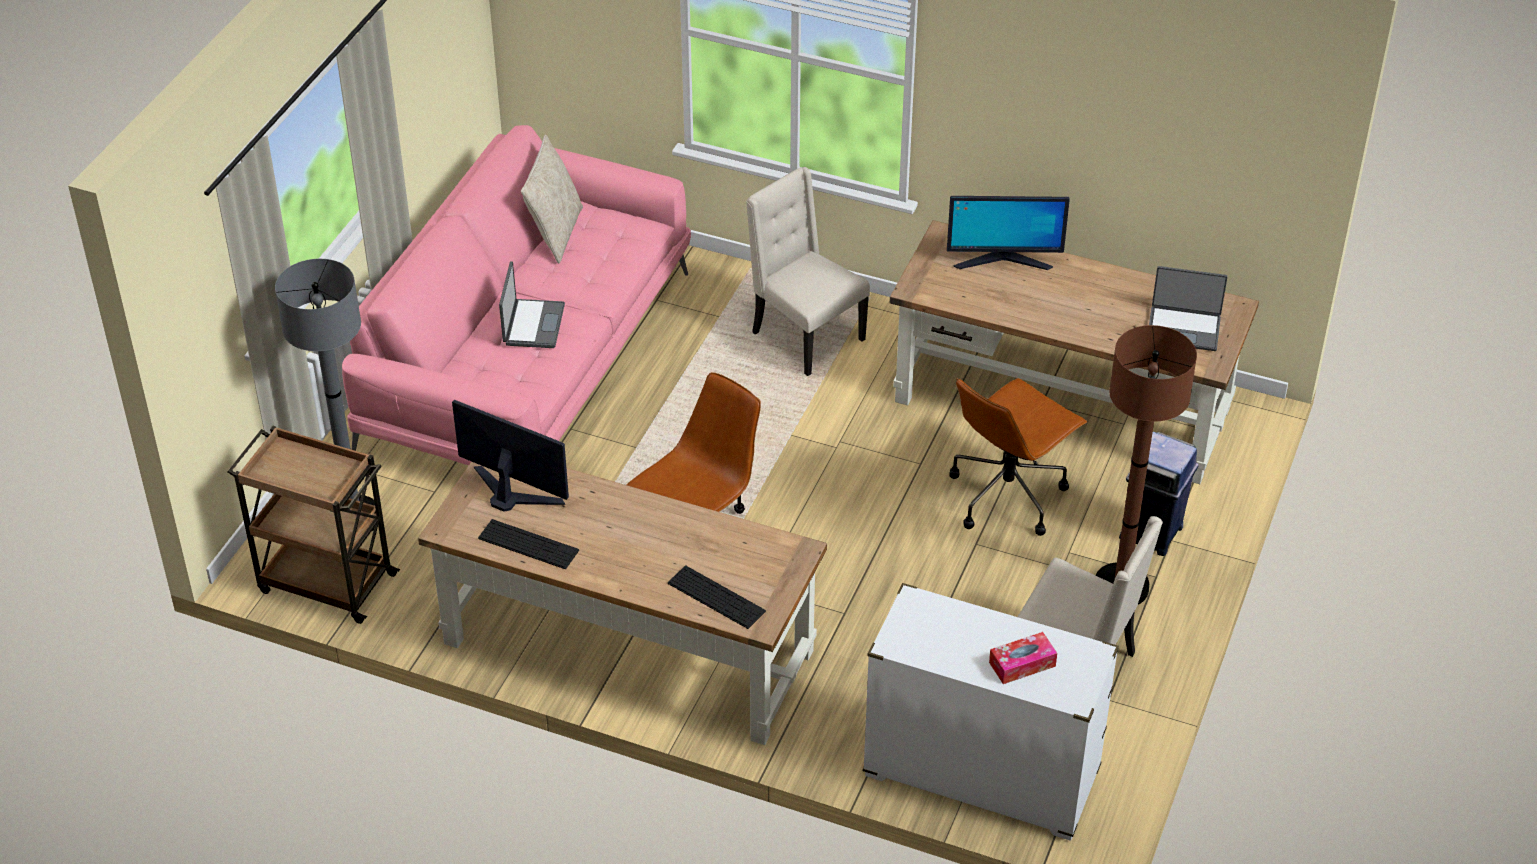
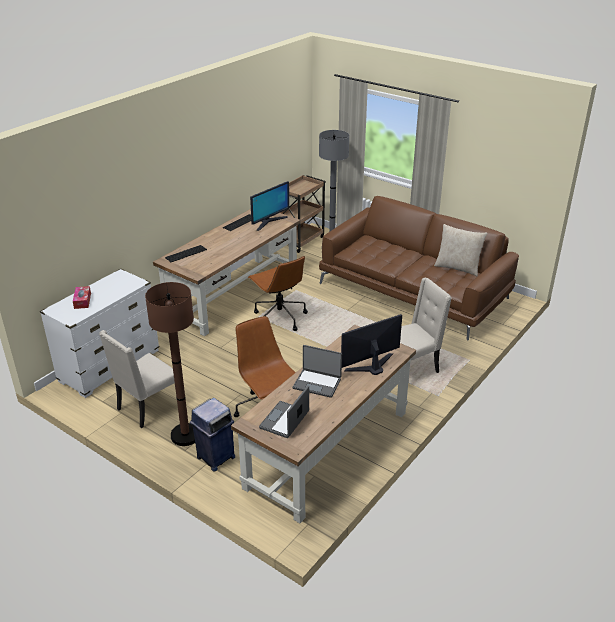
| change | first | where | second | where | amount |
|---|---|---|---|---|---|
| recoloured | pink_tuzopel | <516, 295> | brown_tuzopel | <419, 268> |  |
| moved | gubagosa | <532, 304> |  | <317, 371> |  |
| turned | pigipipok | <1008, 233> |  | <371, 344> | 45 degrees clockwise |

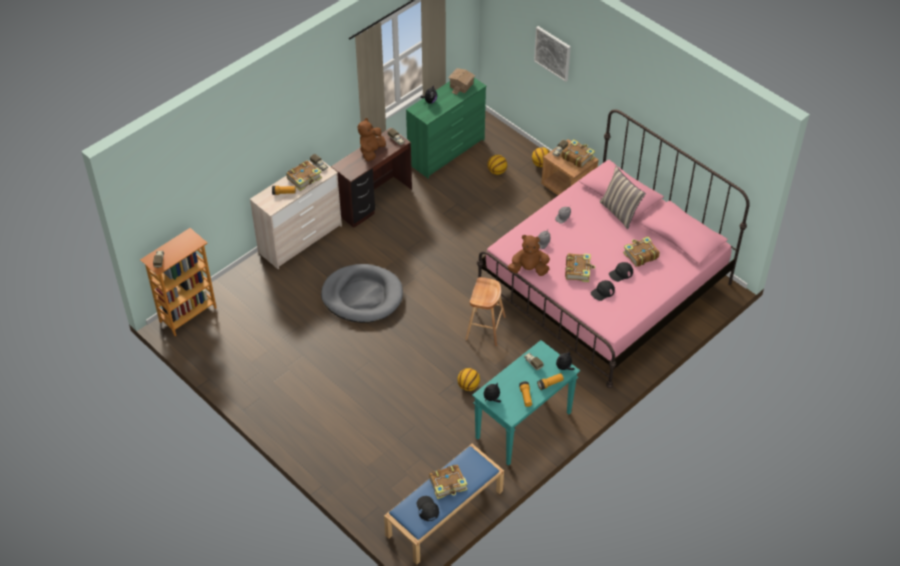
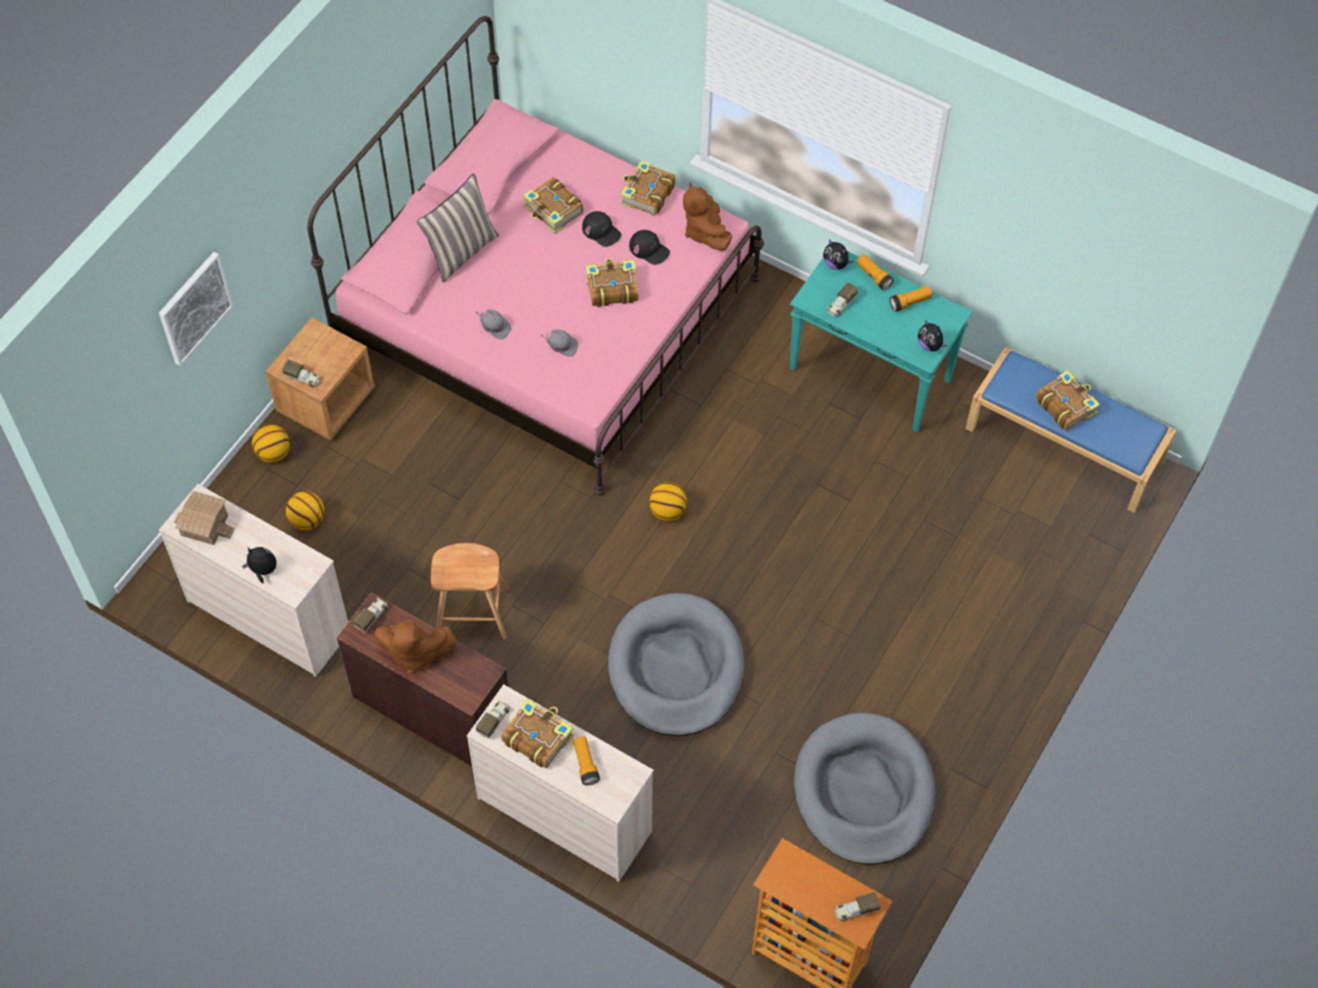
| change | first | where | second | where | amount |
|---|---|---|---|---|---|
| recoloured | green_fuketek | <446, 128> | beige_fuketek | <253, 580> |  |
| removed | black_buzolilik | <428, 508> |  |  |  |
| moved | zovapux | <468, 379> |  | <668, 501> |  |
| moved | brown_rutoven | <485, 311> |  | <470, 591> |  |
| moved | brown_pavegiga | <529, 255> |  | <707, 217> |  |
| moved | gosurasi | <578, 154> |  | <648, 188> |  |
| added |  |  | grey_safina | <864, 789> |  |

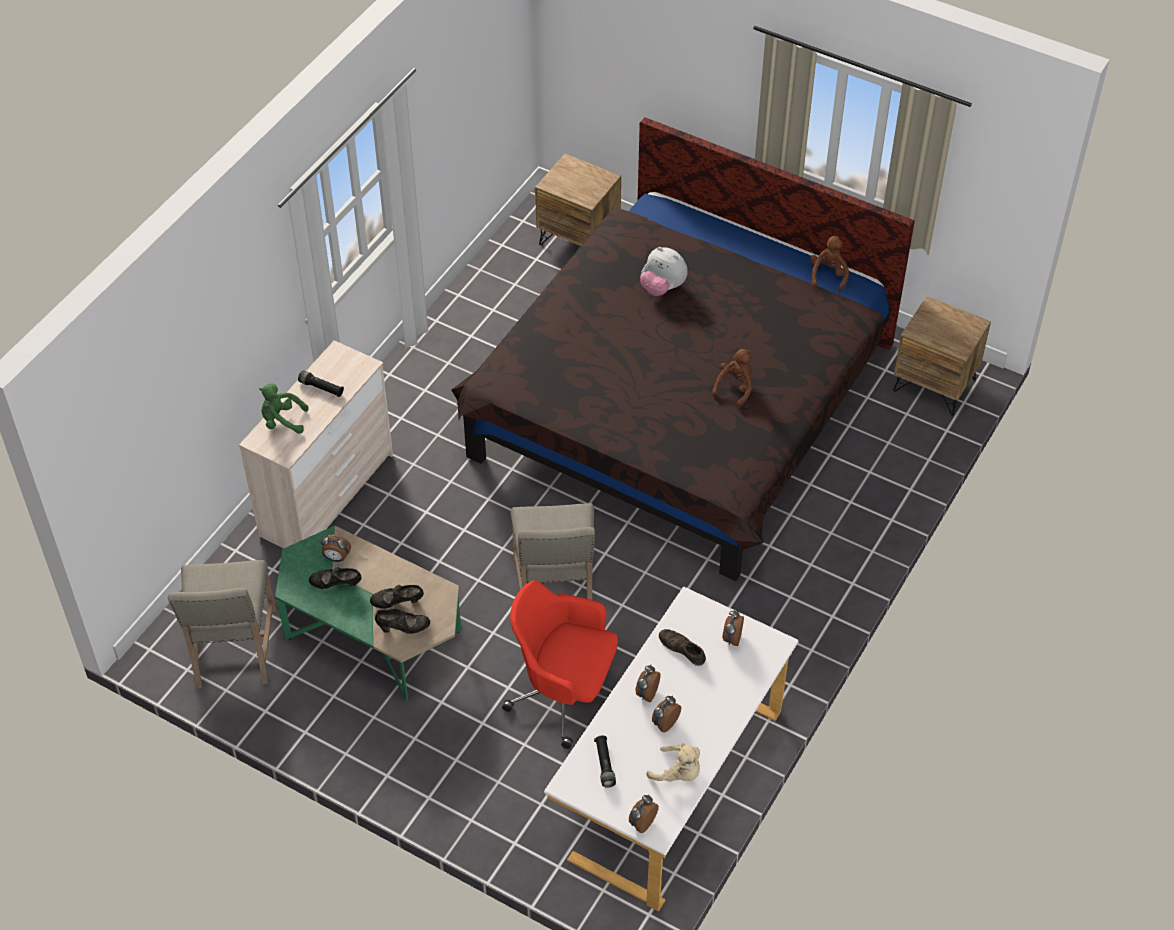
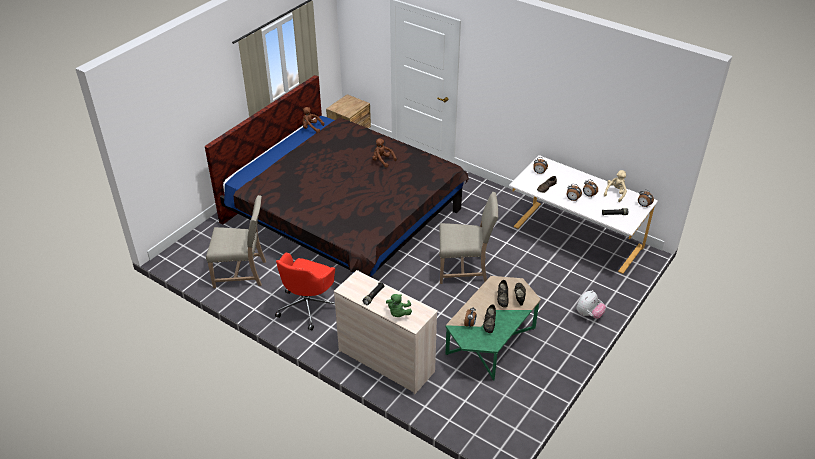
| change | first | where | second | where | amount |
|---|---|---|---|---|---|
| moved | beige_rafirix | <222, 624> |  | <236, 241> |  |
| moved | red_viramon | <560, 664> |  | <305, 291> |  |
| removed | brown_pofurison | <578, 200> |  |  |  |
| moved | pavegiga | <664, 271> |  | <591, 304> |  |

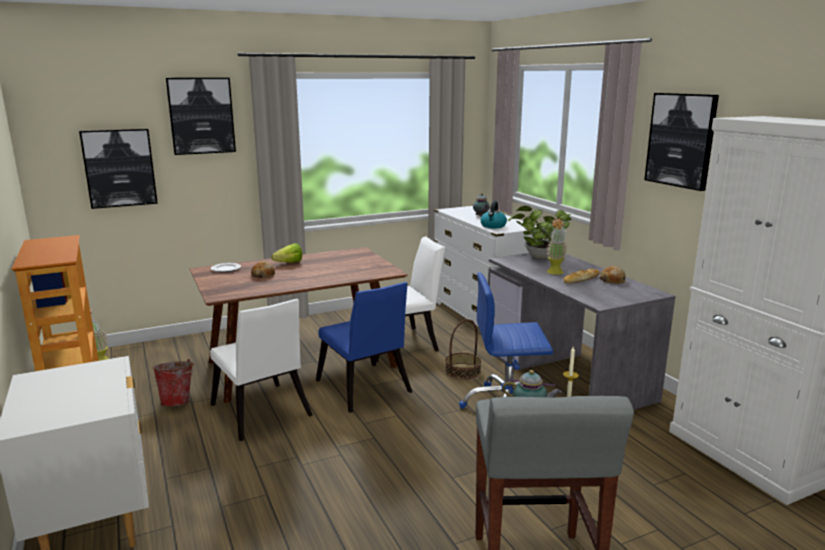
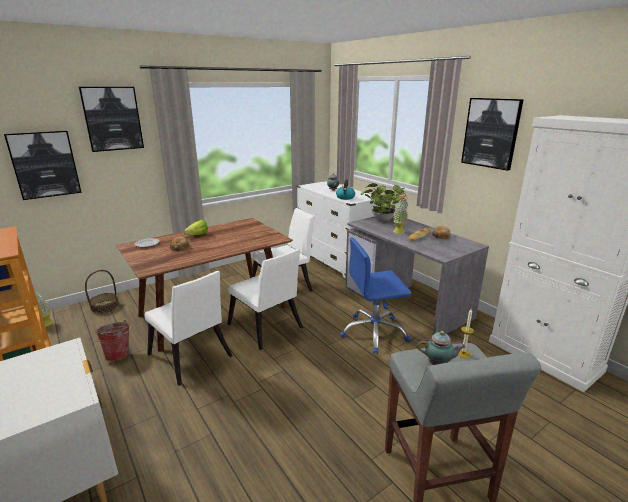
| change | first | where | second | where | amount |
|---|---|---|---|---|---|
| recoloured | blue_rafirix | <364, 347> | white_rafirix | <265, 299> |  |
| moved | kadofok | <463, 349> |  | <102, 292> |  |

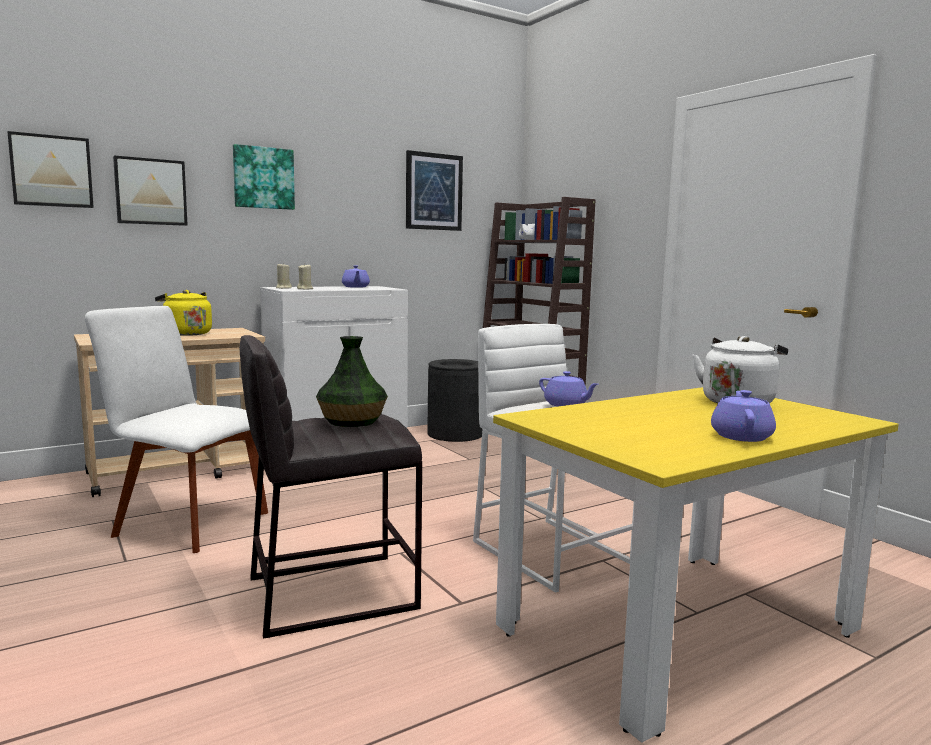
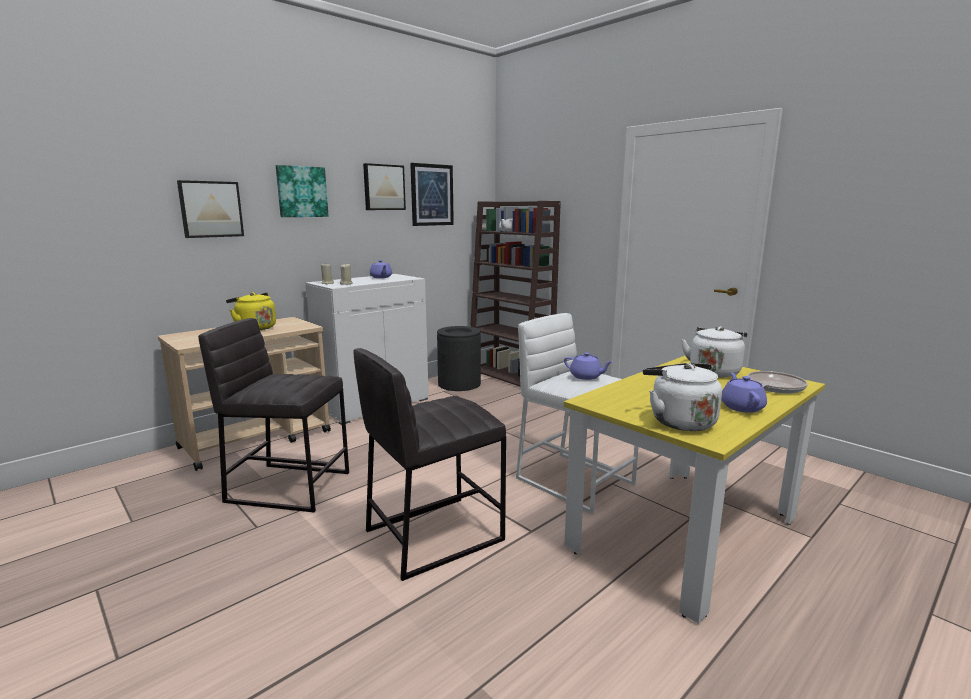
| change | first | where | second | where | amount |
|---|---|---|---|---|---|
| moved | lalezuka | <50, 169> |  | <384, 186> |  |
| replaced | white_rafirix | <176, 429> | grey_rutoven | <273, 415> |  |
| removed | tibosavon | <352, 381> |  |  |  |
| added |  |  | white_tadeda | <682, 397> |  |
| added |  |  | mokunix | <777, 382> |  |

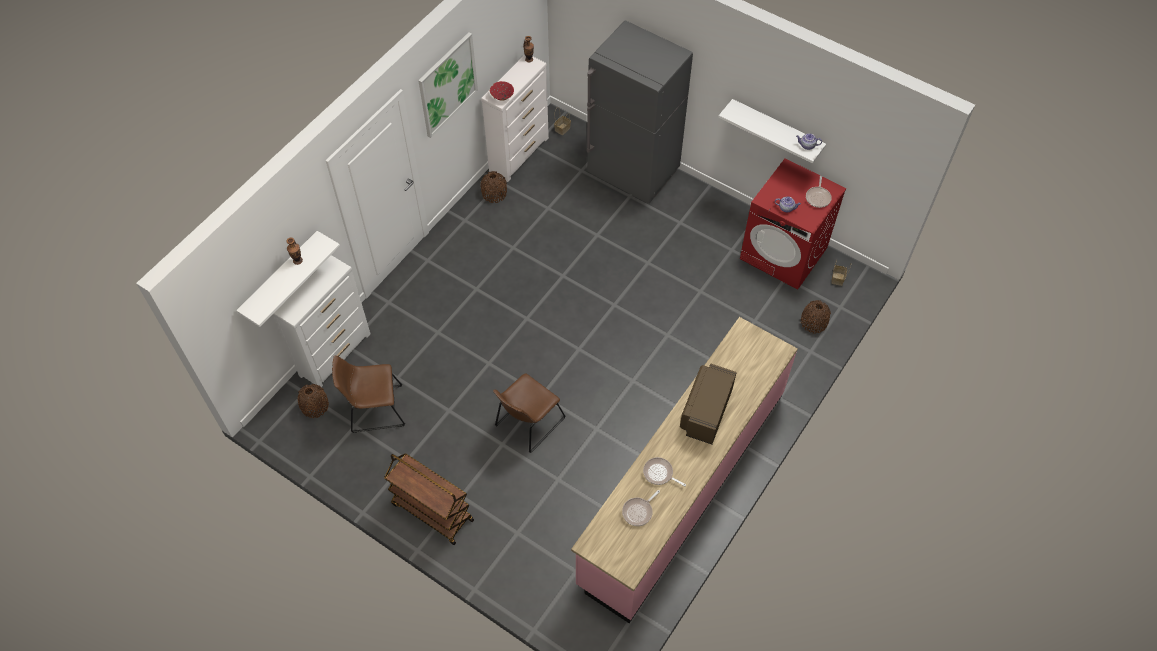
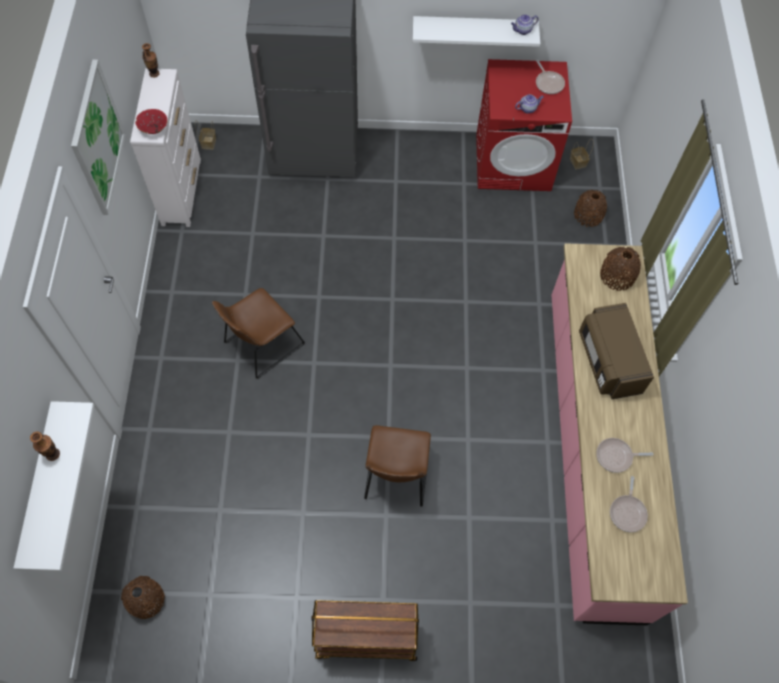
| change | first | where | second | where | amount |
|---|---|---|---|---|---|
| removed | white_fuketek | <321, 321> |  |  |  |
| moved | brown_rafirix | <368, 394> |  | <258, 333> |  |
| moved | brown_tibosavon | <493, 187> |  | <620, 269> |  |

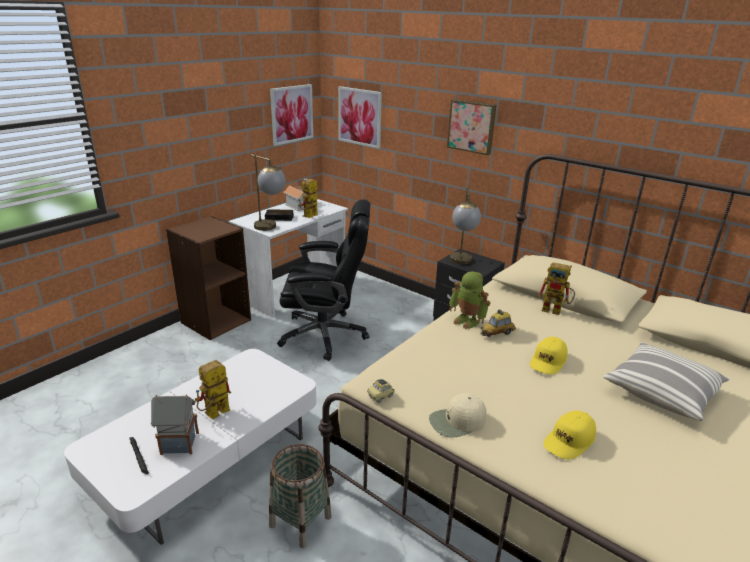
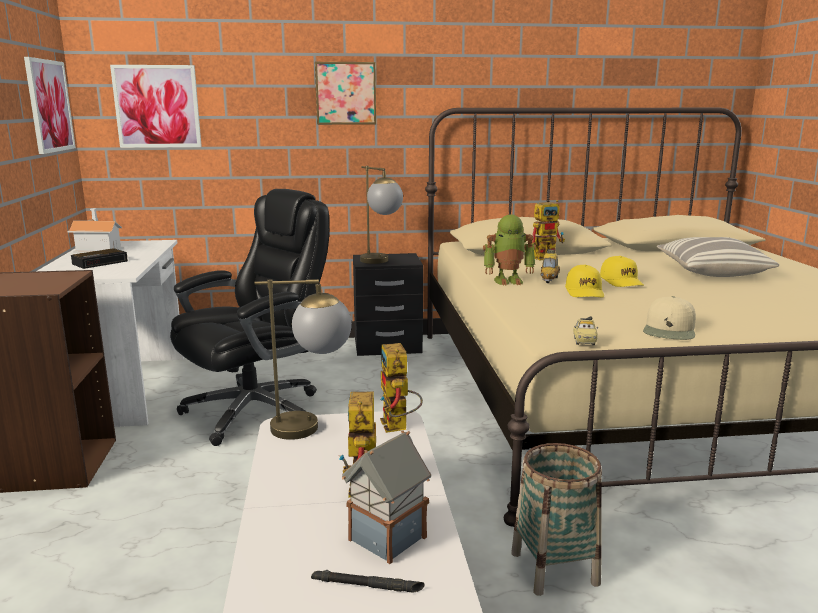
| change | first | where | second | where | amount |
|---|---|---|---|---|---|
| moved | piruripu | <268, 192> |  | <303, 359> |  |
| moved | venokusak | <308, 198> |  | <401, 388> |  |
| moved | yellow_buzolilik | <570, 434> |  | <584, 281> |  |

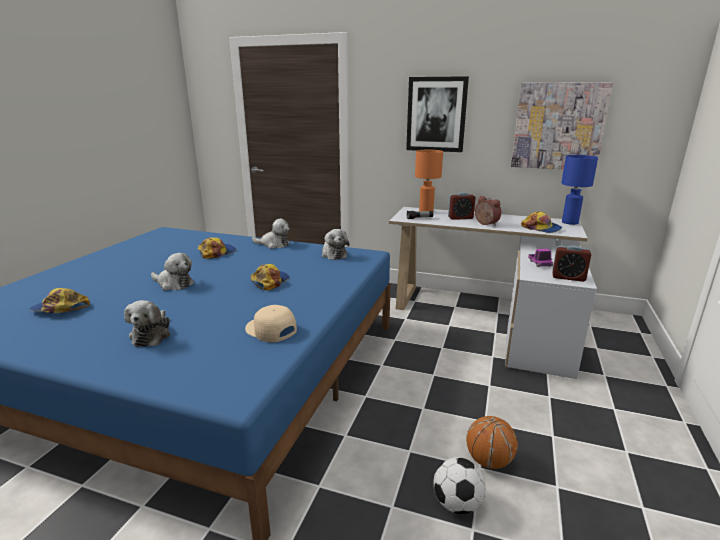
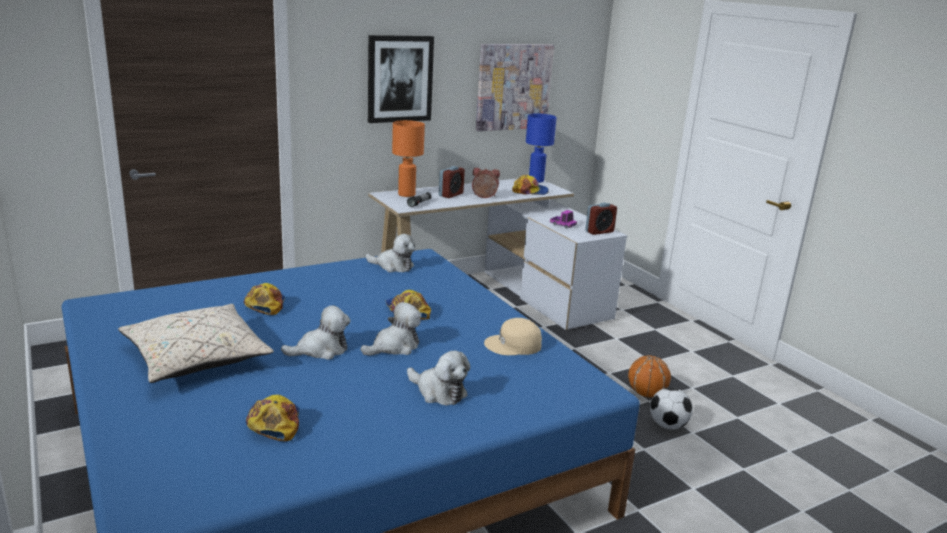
| change | first | where | second | where | amount |
|---|---|---|---|---|---|
| turned | buzolilik | <59, 300> |  | <272, 417> | 120 degrees clockwise |
| moved | pavegiga | <271, 234> |  | <391, 329> |  |
| added |  |  | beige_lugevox | <196, 343> |  |

